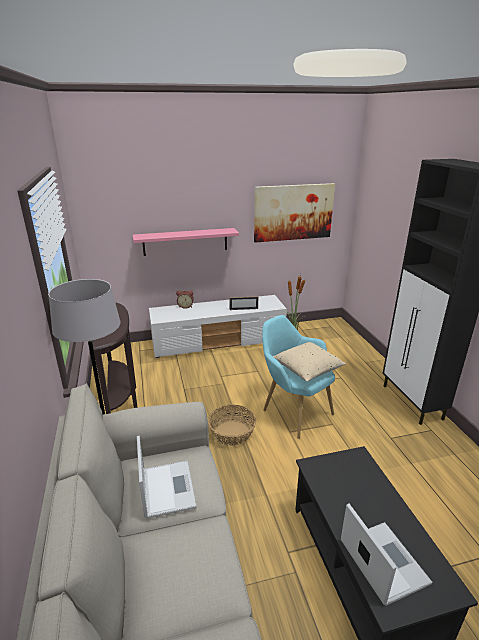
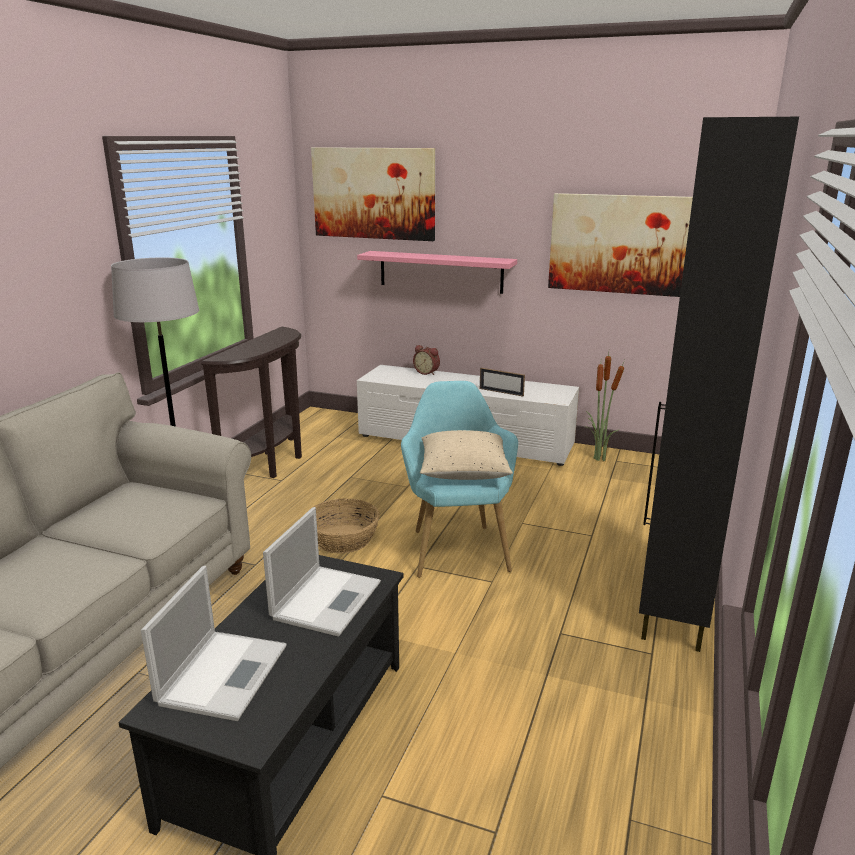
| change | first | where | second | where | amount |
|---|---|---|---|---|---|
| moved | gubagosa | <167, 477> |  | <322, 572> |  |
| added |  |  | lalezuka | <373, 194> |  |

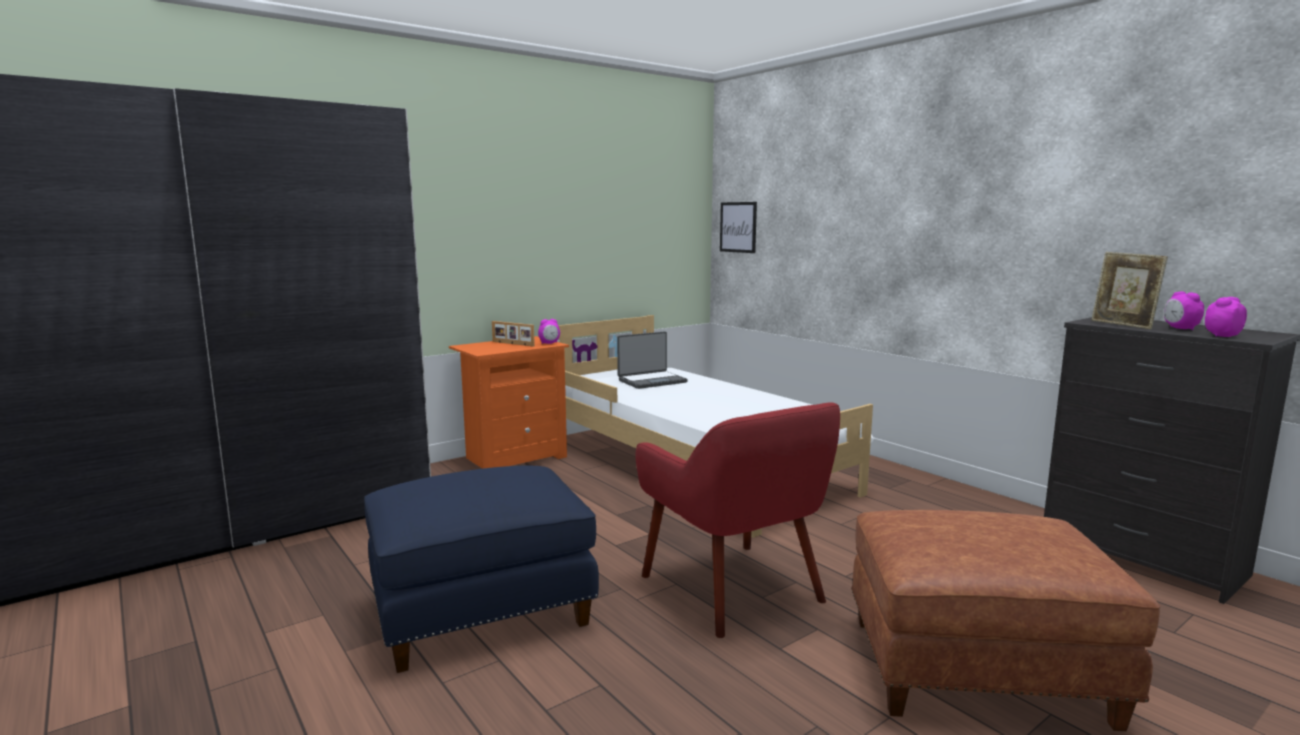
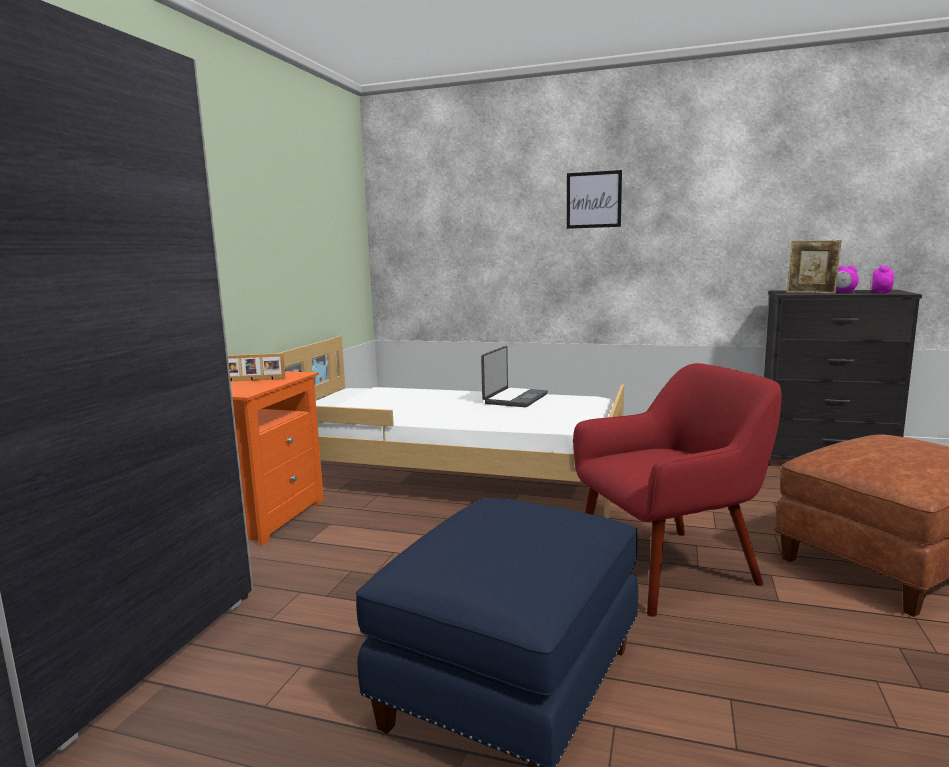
| change | first | where | second | where | amount |
|---|---|---|---|---|---|
| removed | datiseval | <549, 331> |  |  |  |
| moved | gubagosa | <652, 360> |  | <514, 376> |  |
| turned | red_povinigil | <738, 520> |  | <677, 490> | 45 degrees counterclockwise |
| moved | lalezuka | <738, 227> |  | <594, 199> |  |

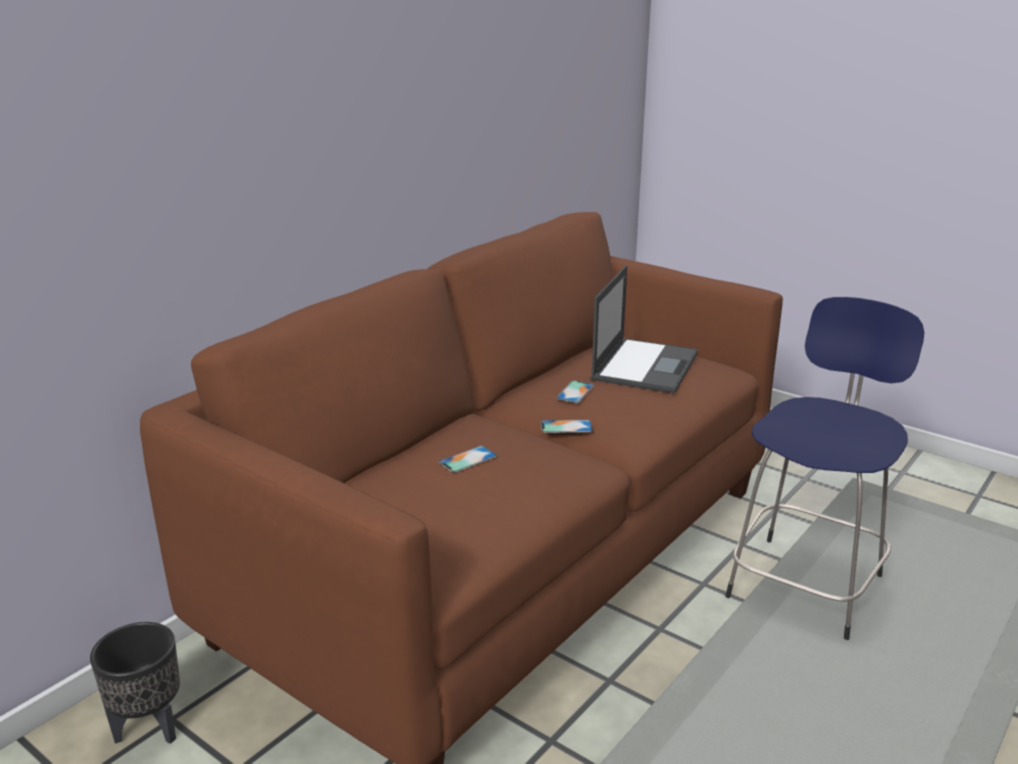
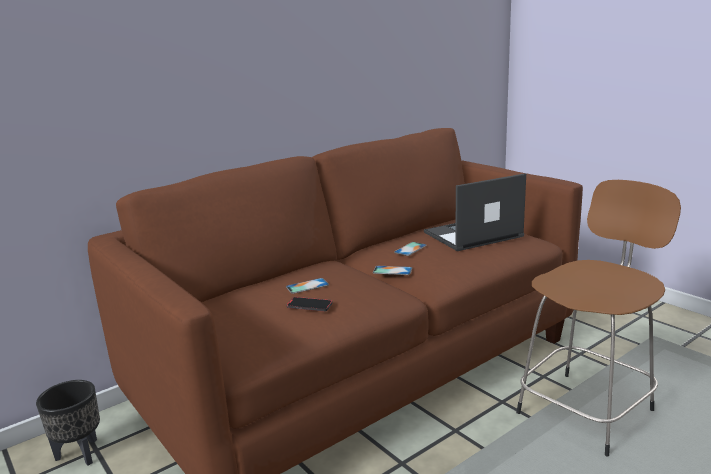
| change | first | where | second | where | amount |
|---|---|---|---|---|---|
| turned | gubagosa | <644, 329> |  | <475, 212> | 150 degrees counterclockwise |
| recoloured | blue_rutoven | <824, 468> | brown_rutoven | <598, 318> |  |
| added |  |  | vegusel | <310, 304> |  |

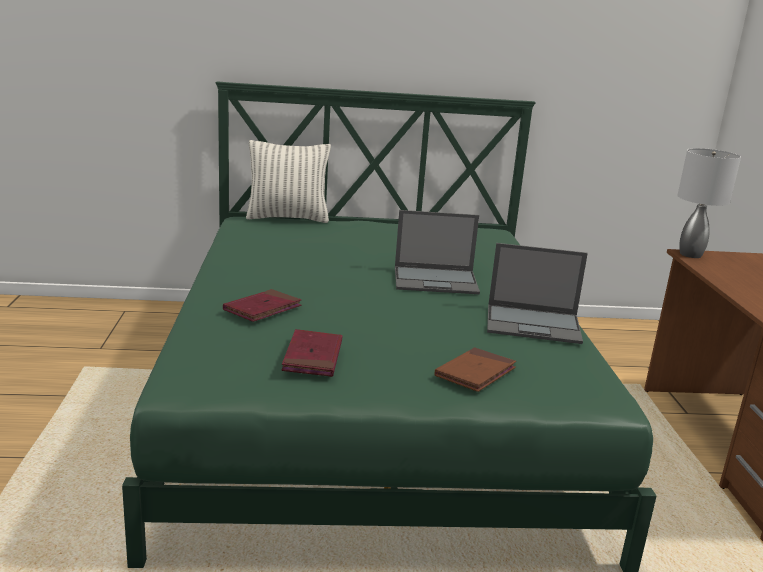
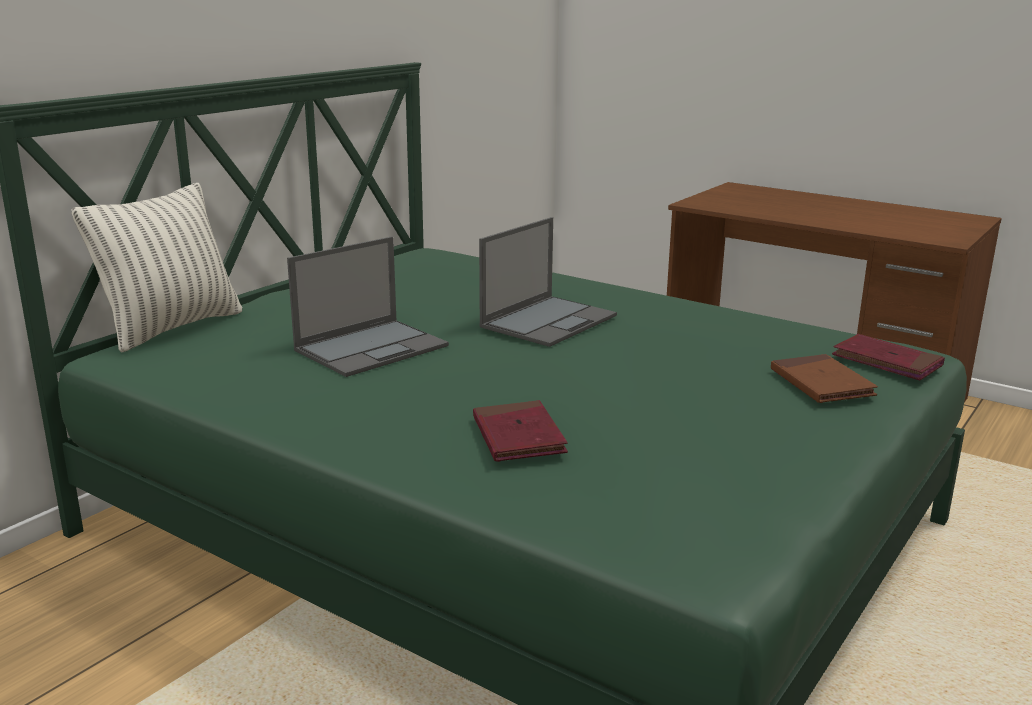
| change | first | where | second | where | amount |
|---|---|---|---|---|---|
| moved | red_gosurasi | <311, 353> |  | <888, 357> |  |
| moved | gubagosa | <537, 293> |  | <368, 307> |  |
| removed | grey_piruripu | <709, 203> |  |  |  |

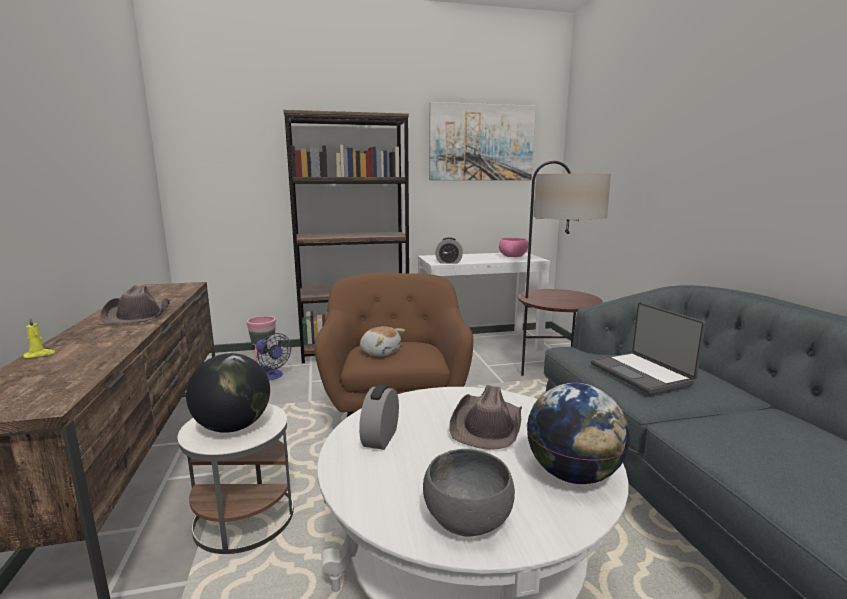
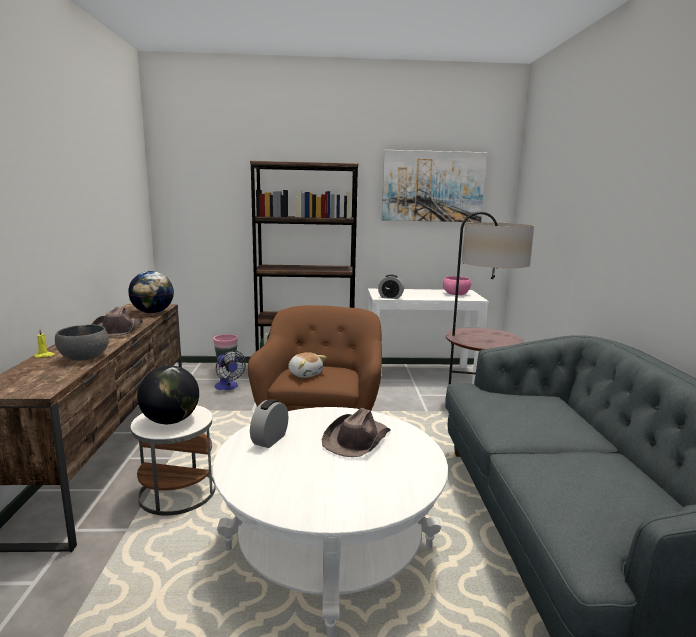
| change | first | where | second | where | amount |
|---|---|---|---|---|---|
| moved | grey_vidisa | <469, 493> |  | <82, 343> |  |
| moved | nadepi | <578, 433> |  | <151, 292> |  |
| removed | gubagosa | <648, 348> |  |  |  |

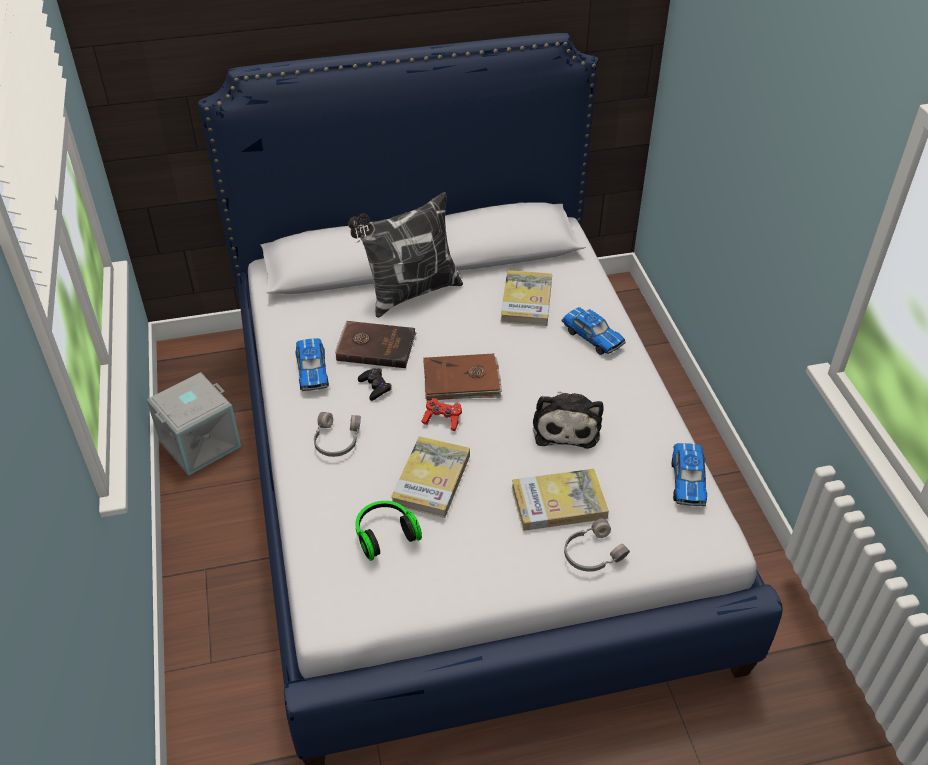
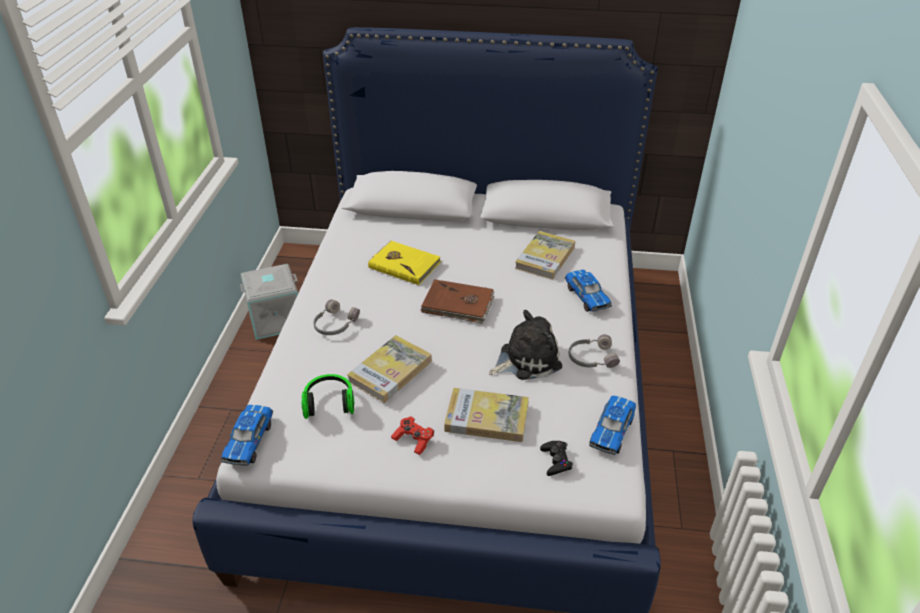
| change | first | where | second | where | amount |
|---|---|---|---|---|---|
| moved | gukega | <312, 364> |  | <247, 435> |  |
| recoloured | brown_gosurasi | <376, 344> | yellow_gosurasi | <404, 262> |  |
| removed | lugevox | <405, 255> |  |  |  |
| moved | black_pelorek | <375, 384> |  | <556, 458> |  |
| moved | red_pelorek | <441, 414> |  | <412, 435> |  |
| turned | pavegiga | <568, 420> |  | <525, 345> | 135 degrees counterclockwise |
| moved | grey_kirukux | <597, 545> |  | <594, 351> |  |

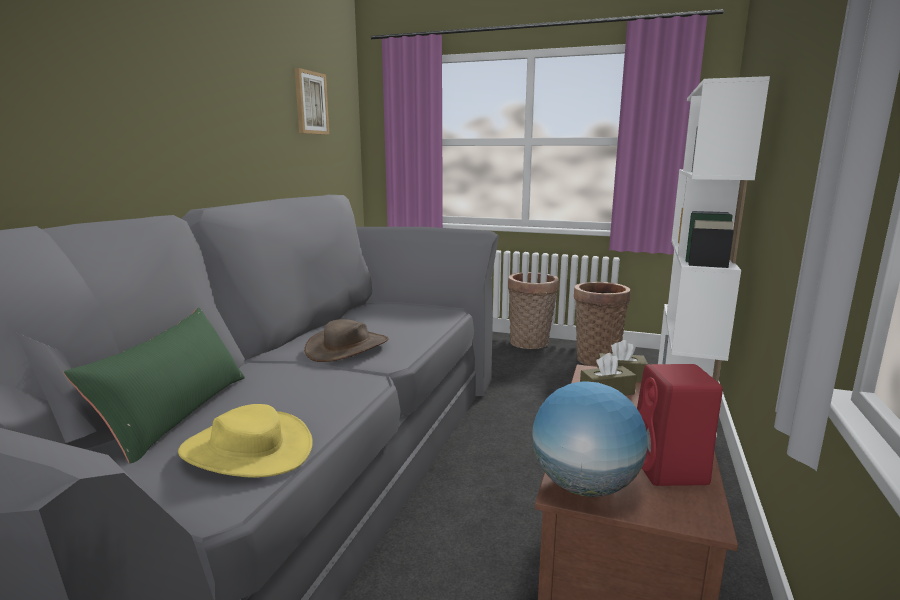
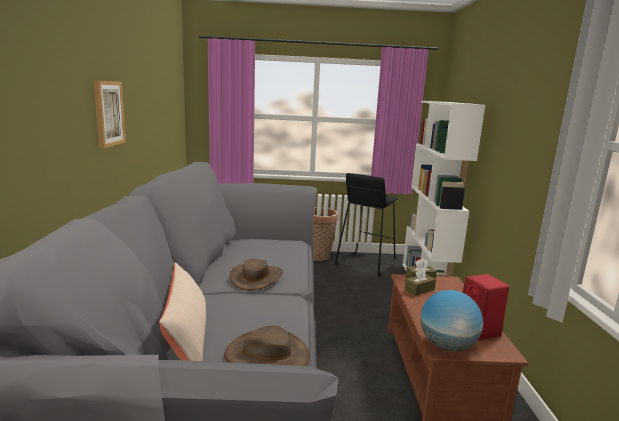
| change | first | where | second | where | amount |
|---|---|---|---|---|---|
| recoloured | green_lugevox | <154, 385> | beige_lugevox | <182, 311> |  |
| recoloured | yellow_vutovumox | <245, 441> | brown_vutovumox | <267, 345> |  |
| moved | lalezuka | <312, 101> |  | <110, 114> |  |
| replaced | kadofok | <602, 324> | black_rutoven | <366, 225> |  |

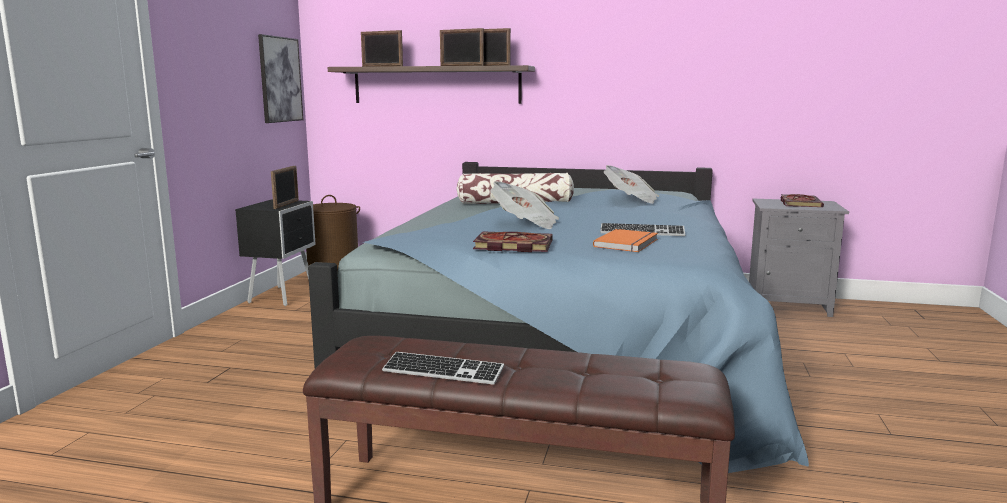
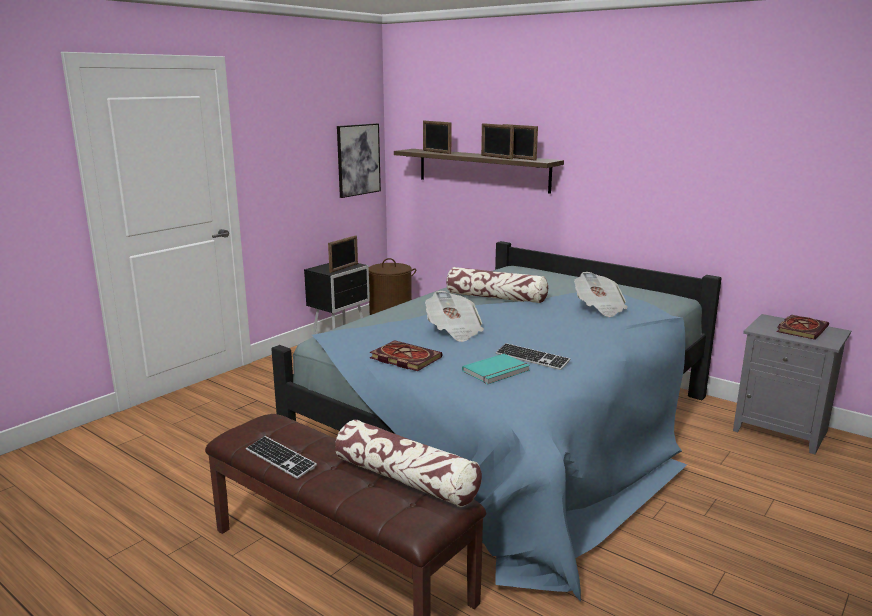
| change | first | where | second | where | amount |
|---|---|---|---|---|---|
| recoloured | orange_gosurasi | <625, 240> | turquoise_gosurasi | <496, 369> |  |
| added |  |  | lugevox | <408, 463> |  |

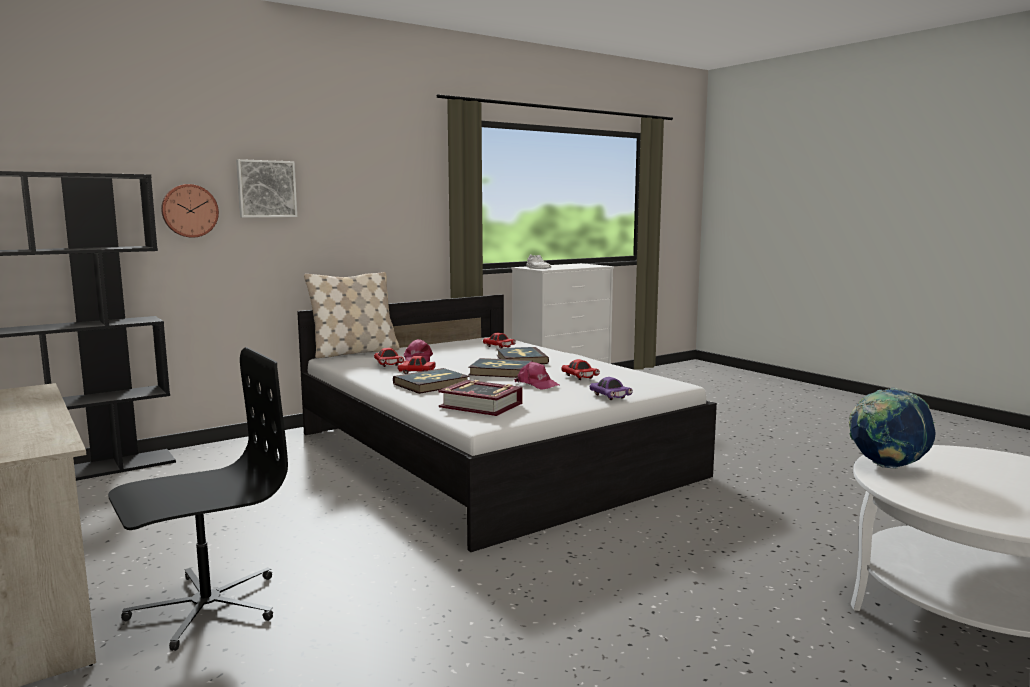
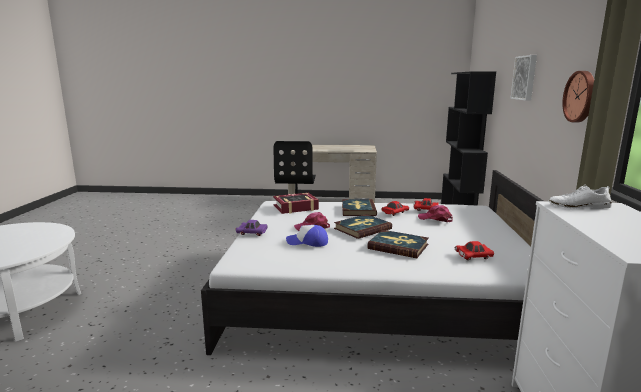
| change | first | where | second | where | amount |
|---|---|---|---|---|---|
| moved | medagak | <190, 211> |  | <578, 96> |  |
| removed | beige_lugevox | <352, 315> |  |  |  |
| replaced | red_gukega | <580, 369> | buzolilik | <307, 236> |  |
| removed | nadepi | <892, 428> |  |  |  |

